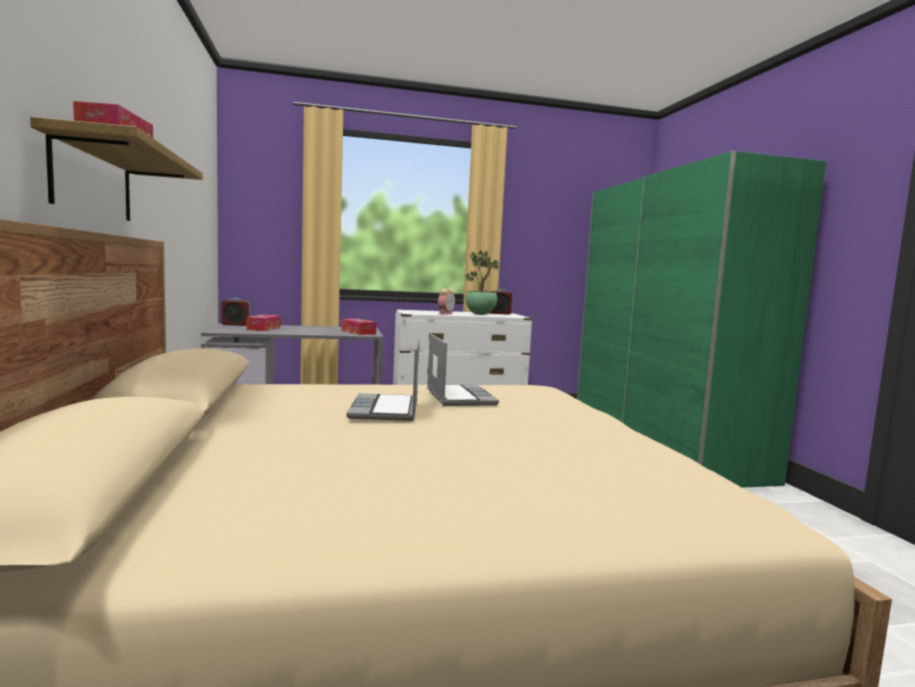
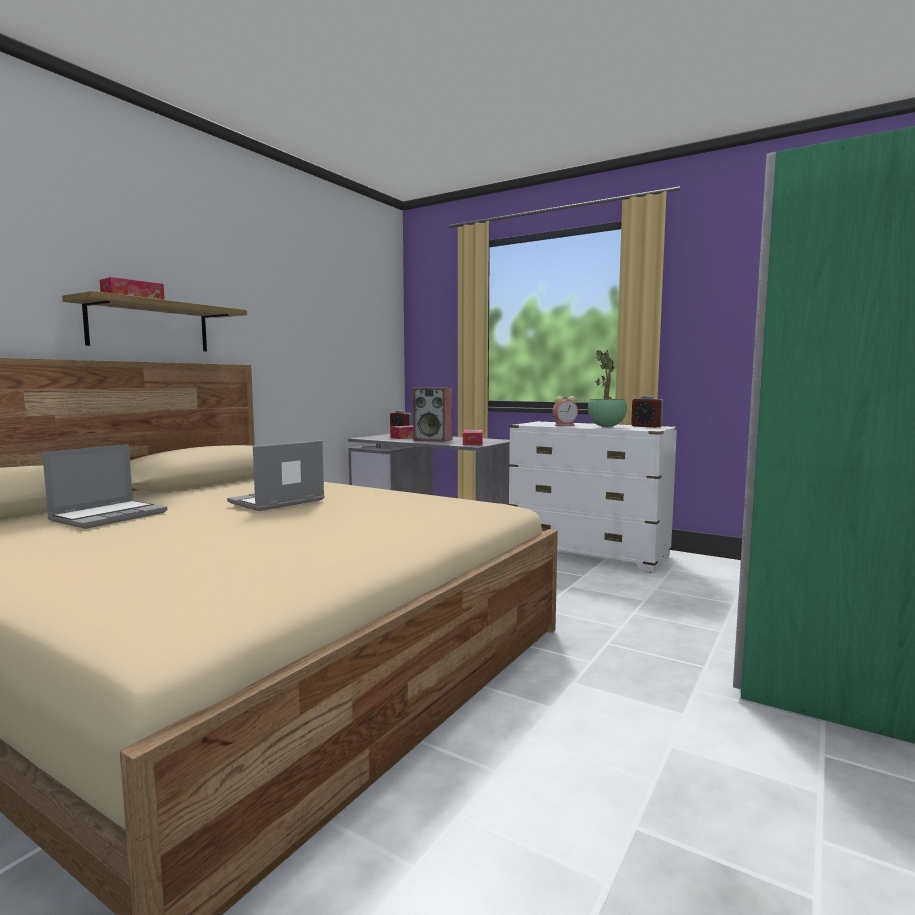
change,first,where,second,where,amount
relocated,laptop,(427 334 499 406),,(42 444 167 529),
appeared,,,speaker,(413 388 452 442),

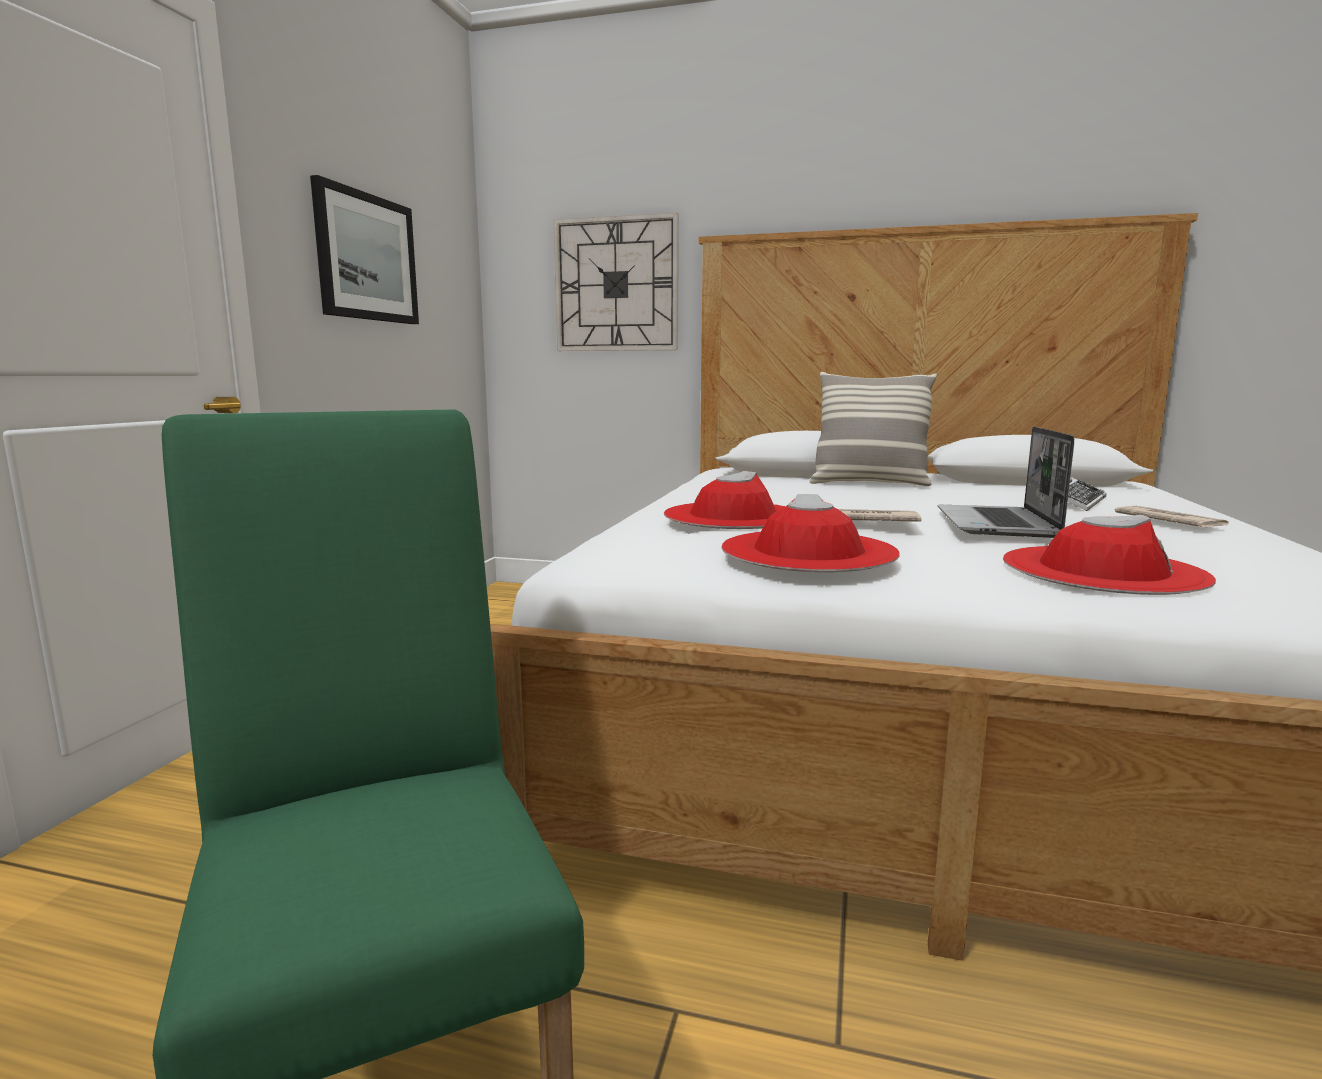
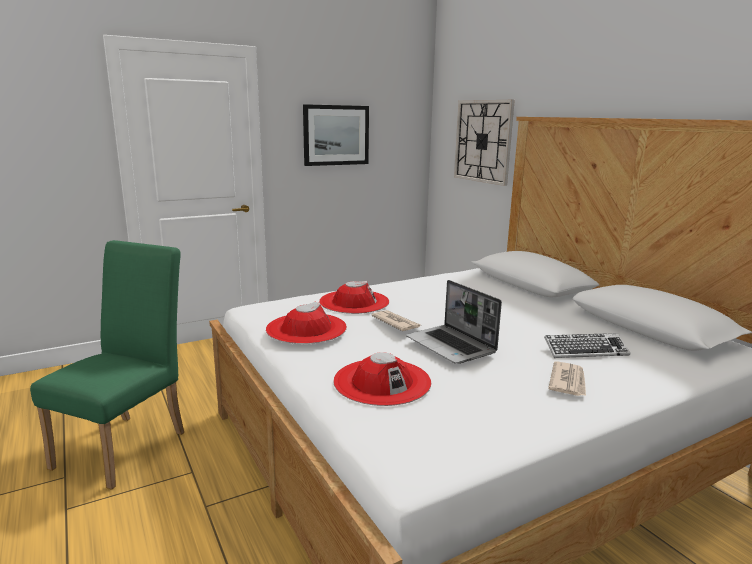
change,first,where,second,where,amount
spun,laptop,(938 426 1074 538),,(406 280 502 364),90 degrees counterclockwise
missing,throw pillow,(809 372 937 486),,,

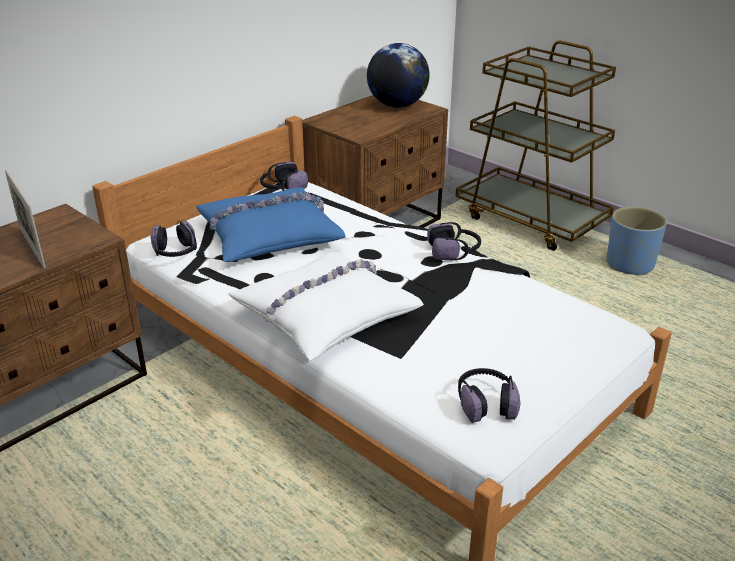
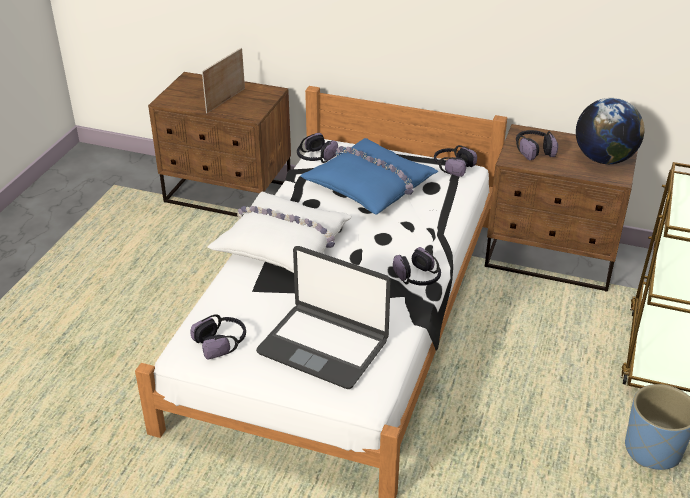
change,first,where,second,where,amount
appeared,,,laptop,(256 246 391 389),
appeared,,,pair of headphones,(516 130 558 161),

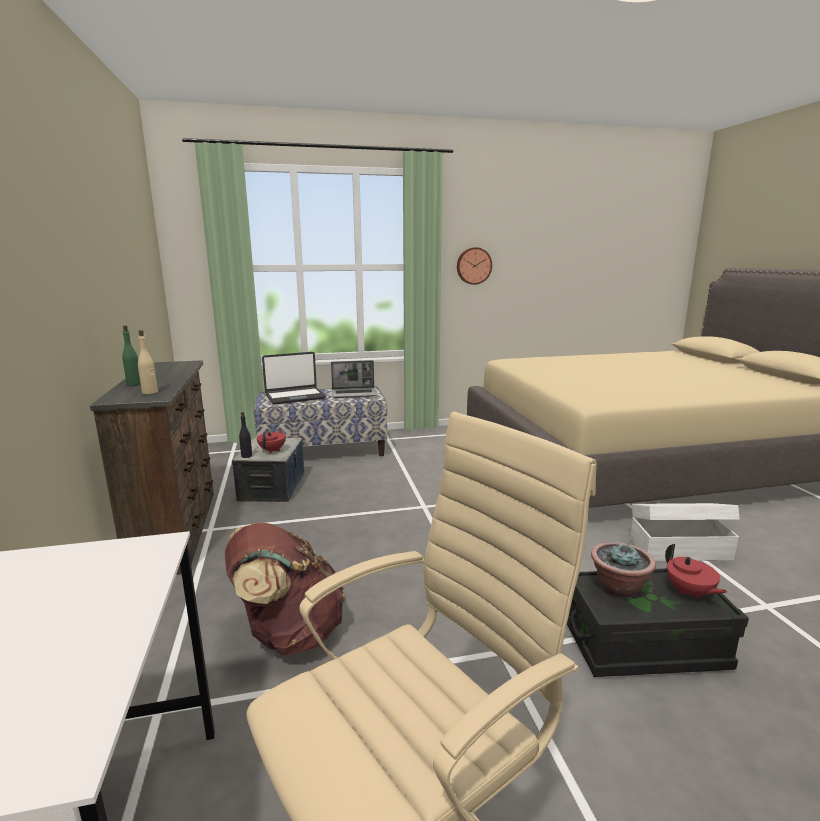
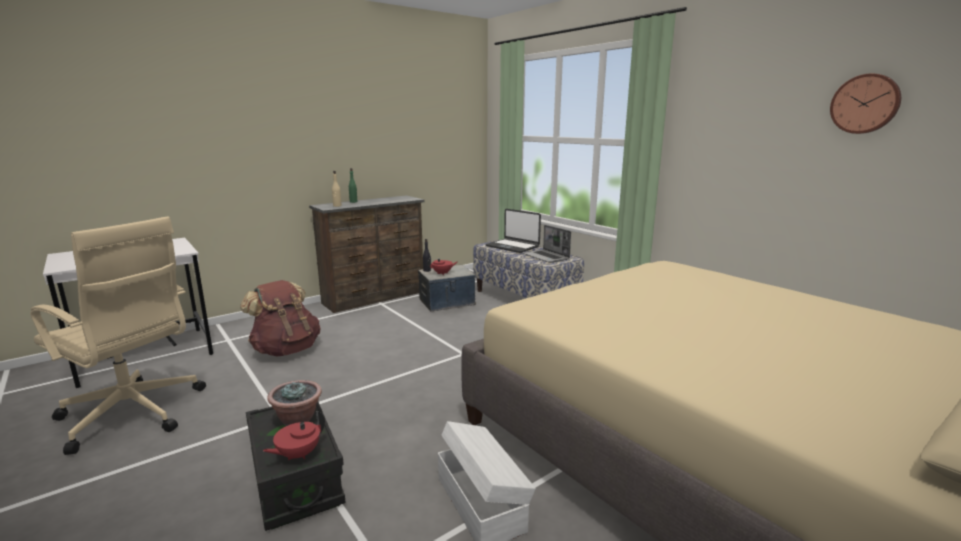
change,first,where,second,where,amount
relocated,wall clock,(457 247 492 285),,(830 74 901 134),

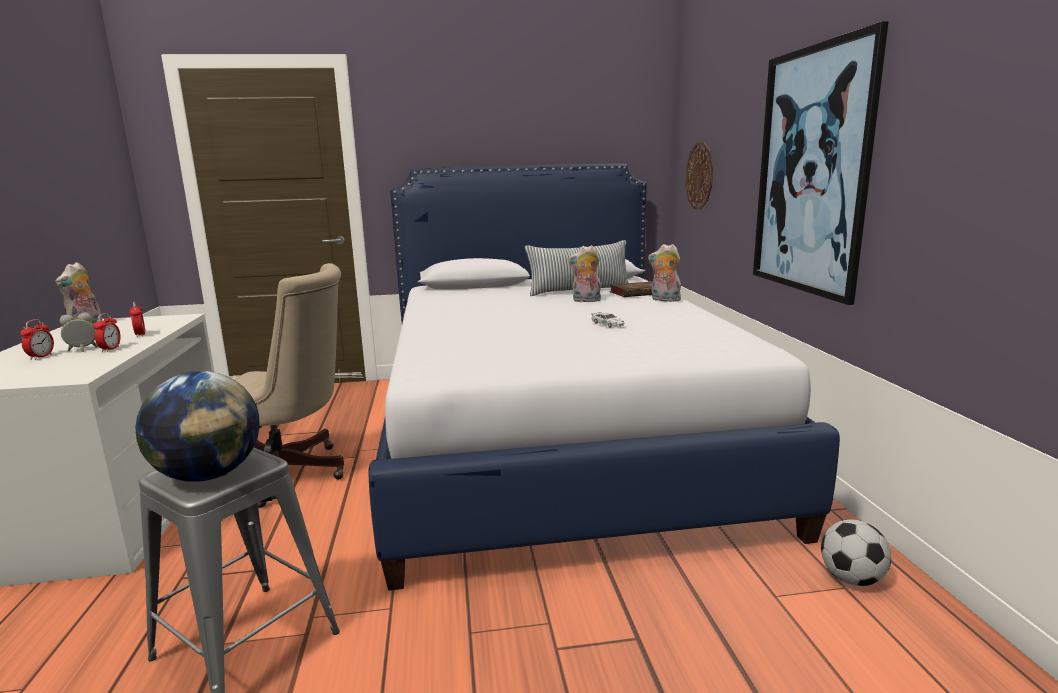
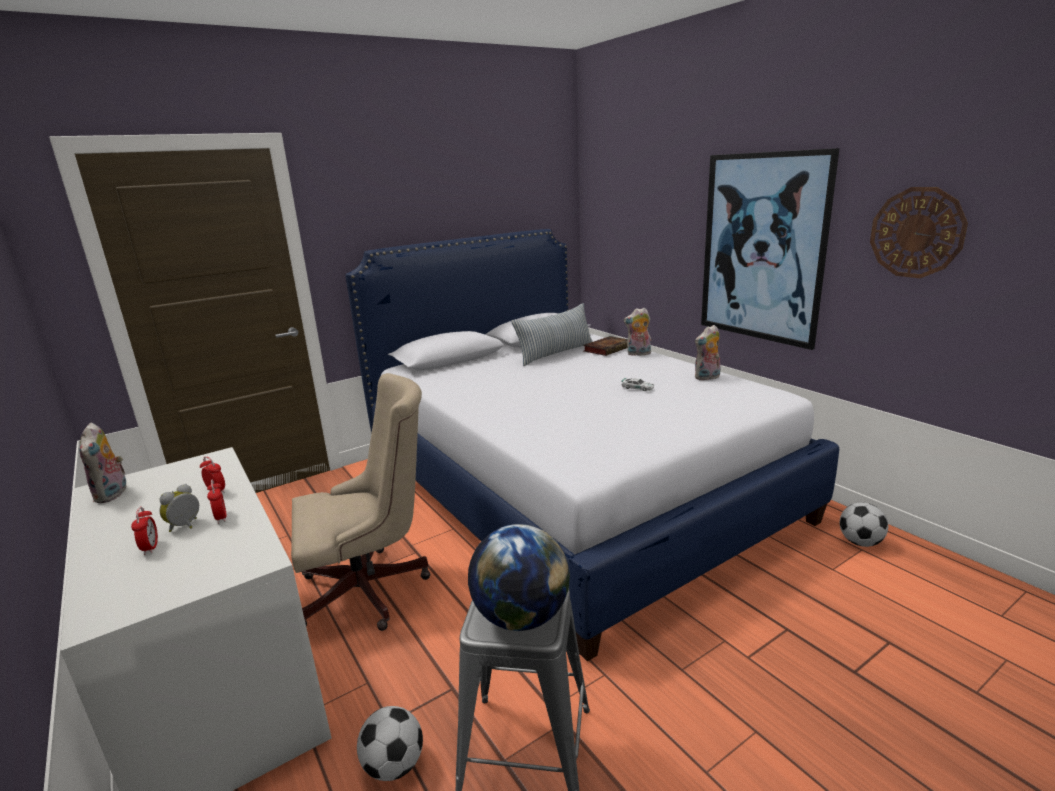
change,first,where,second,where,amount
appeared,,,football,(357 706 423 781),
relocated,soft toy,(568 245 601 302),,(695 325 721 381),
relocated,wall clock,(685 142 713 210),,(870 187 968 278),

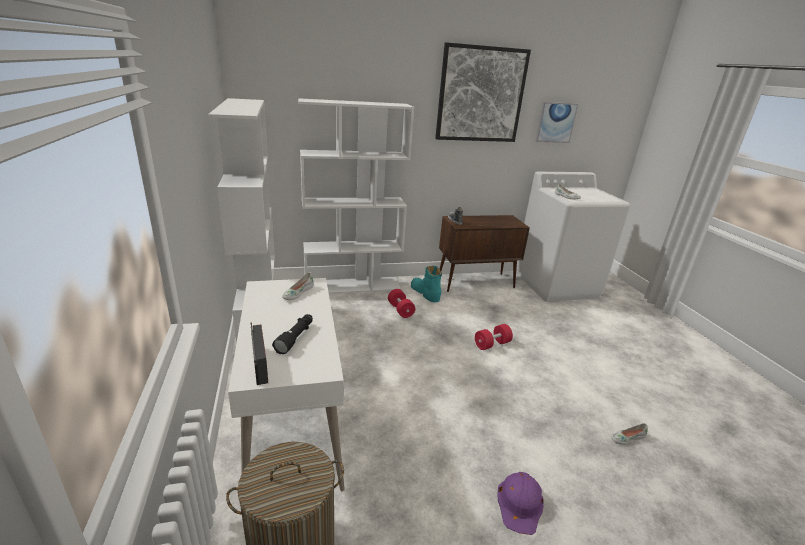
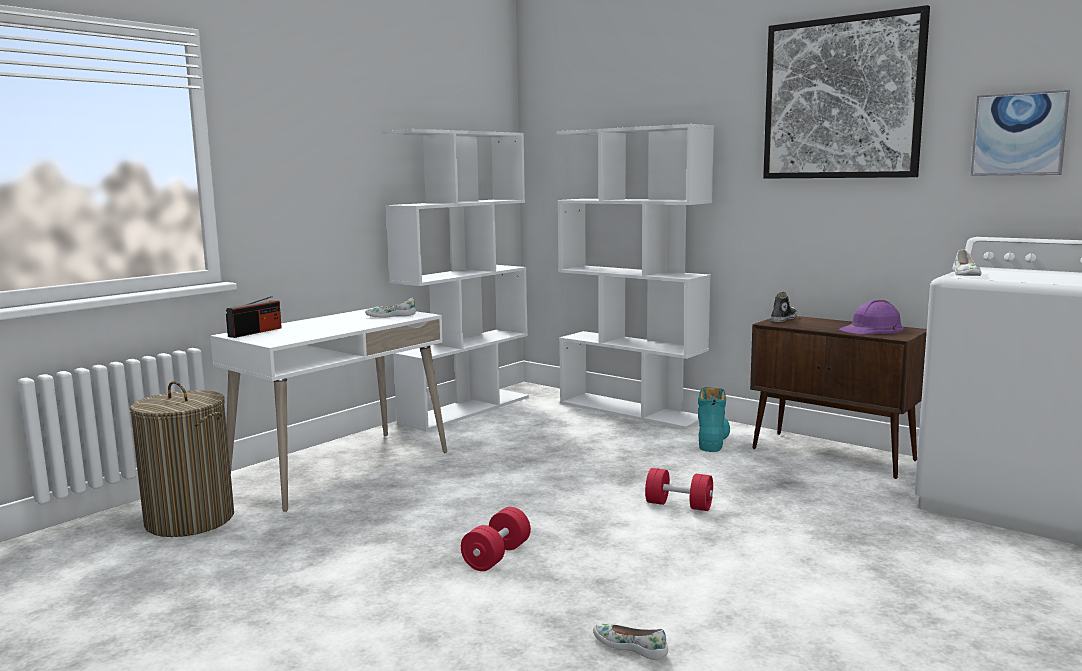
change,first,where,second,where,amount
relocated,reddish hand weight,(388 289 415 318),,(461 507 531 571),
relocated,purple-coloured safety helmet,(497 472 544 535),,(839 299 904 335),
missing,black flashlight,(272 314 313 354),,,

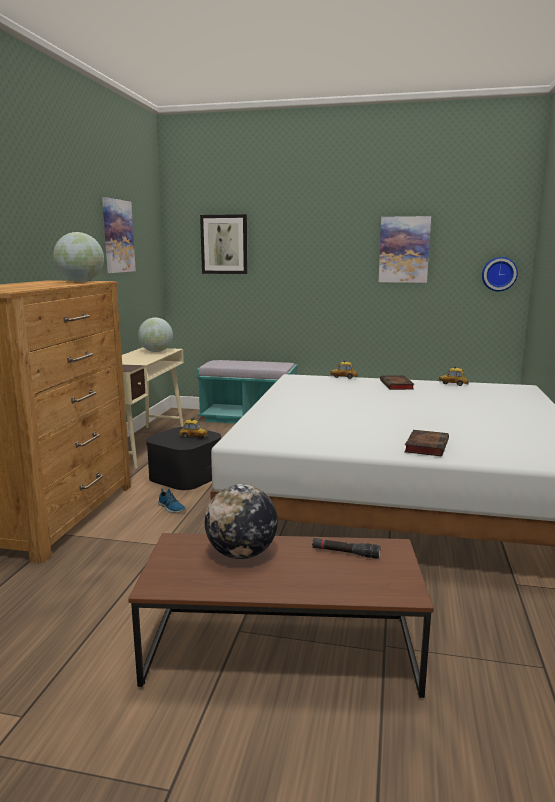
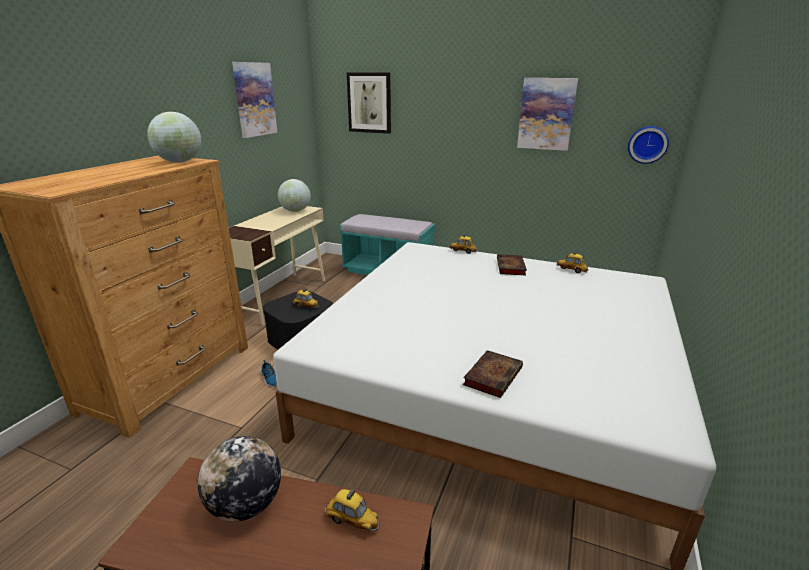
change,first,where,second,where,amount
exchanged,black flashlight,(312 538 381 559),toy car,(325 489 380 532),

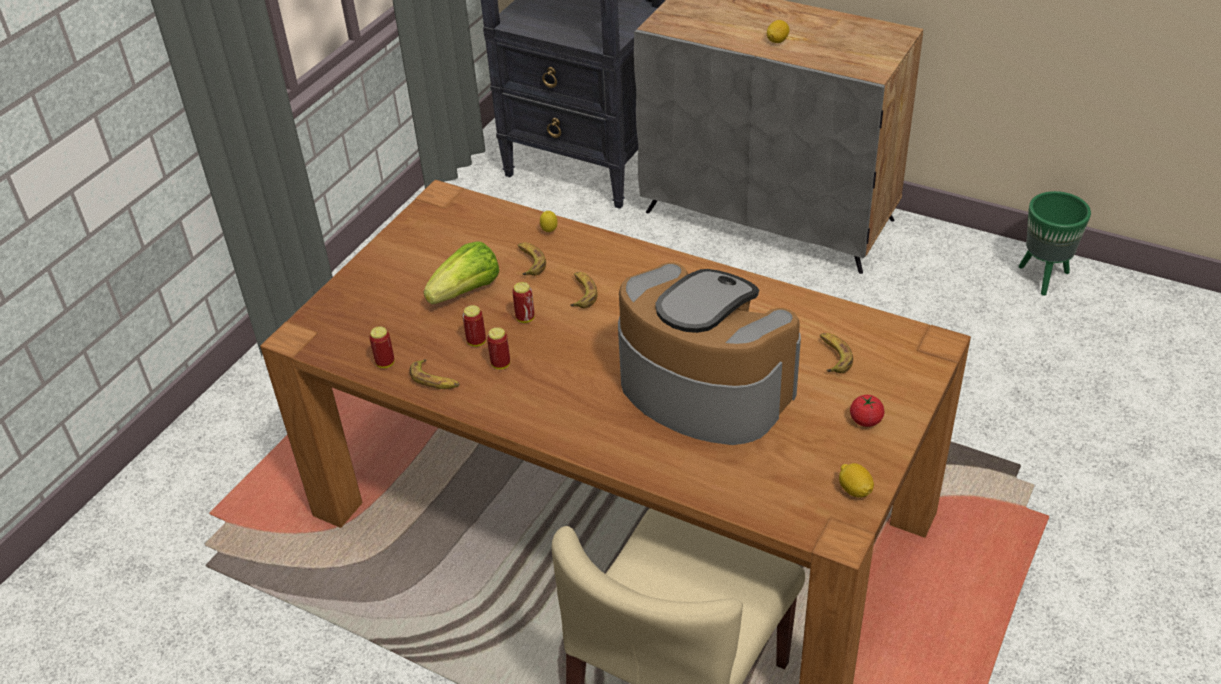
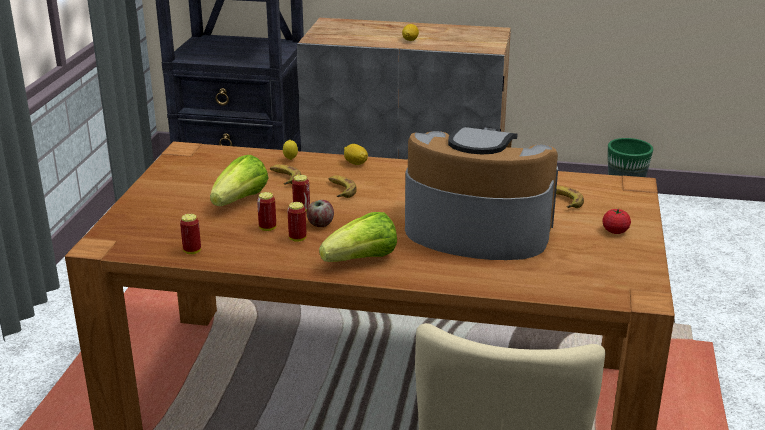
change,first,where,second,where,amount
appeared,,,whole apple,(306 200 334 227),
appeared,,,head of lettuce,(319 212 397 262),
relocated,whole lemon,(839 463 874 497),,(344 144 368 165),
missing,banana,(410 359 459 389),,,

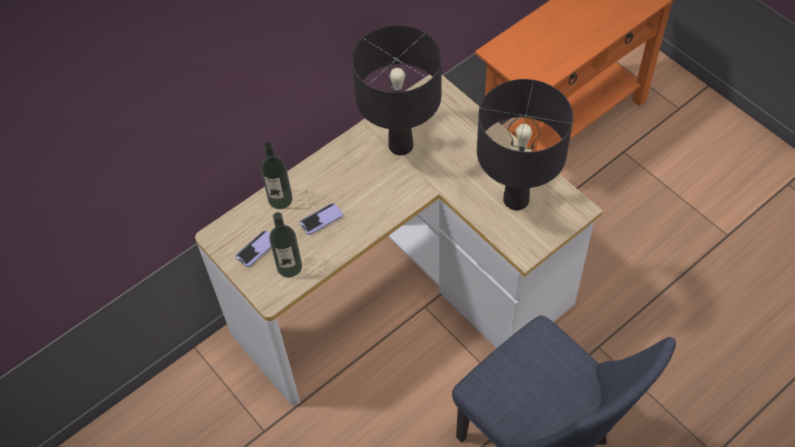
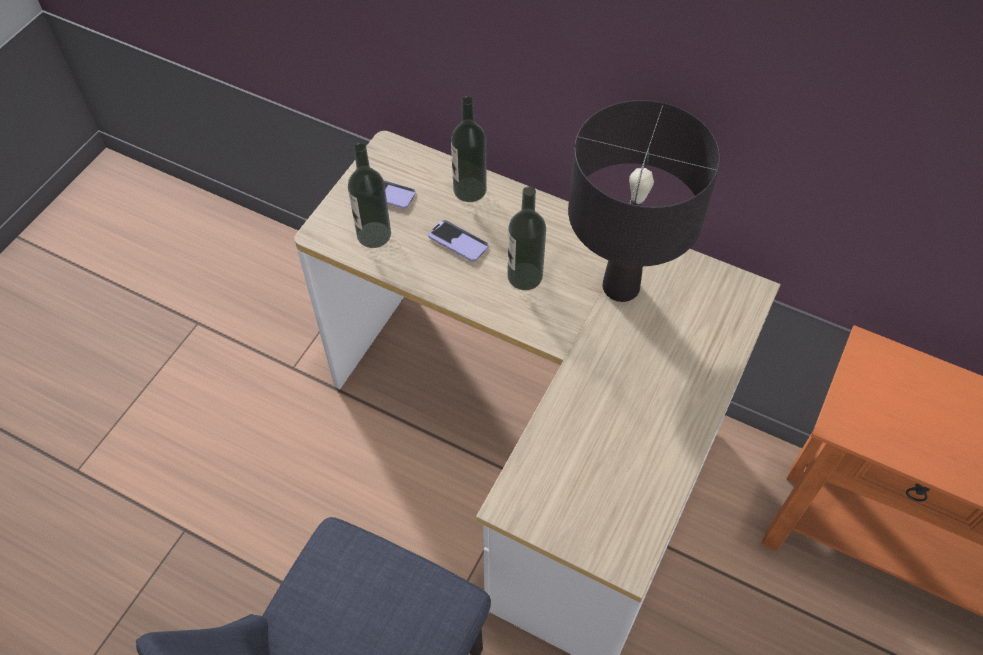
change,first,where,second,where,amount
appeared,,,drink bottle,(507 186 546 290),
missing,black lamp for a table,(477 79 573 210),,,

